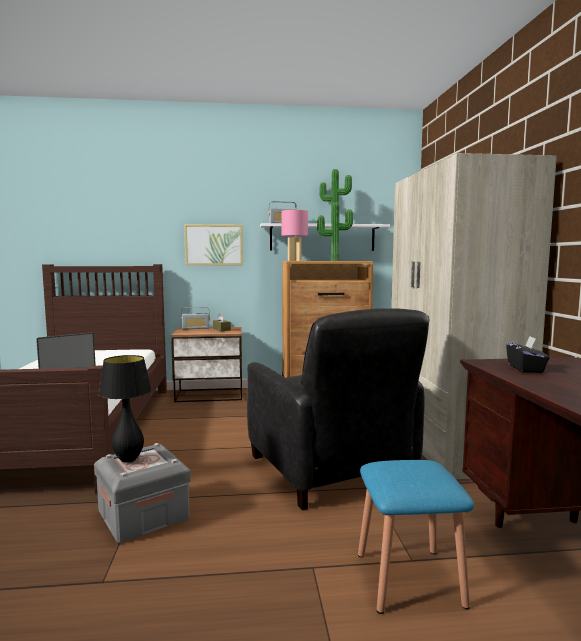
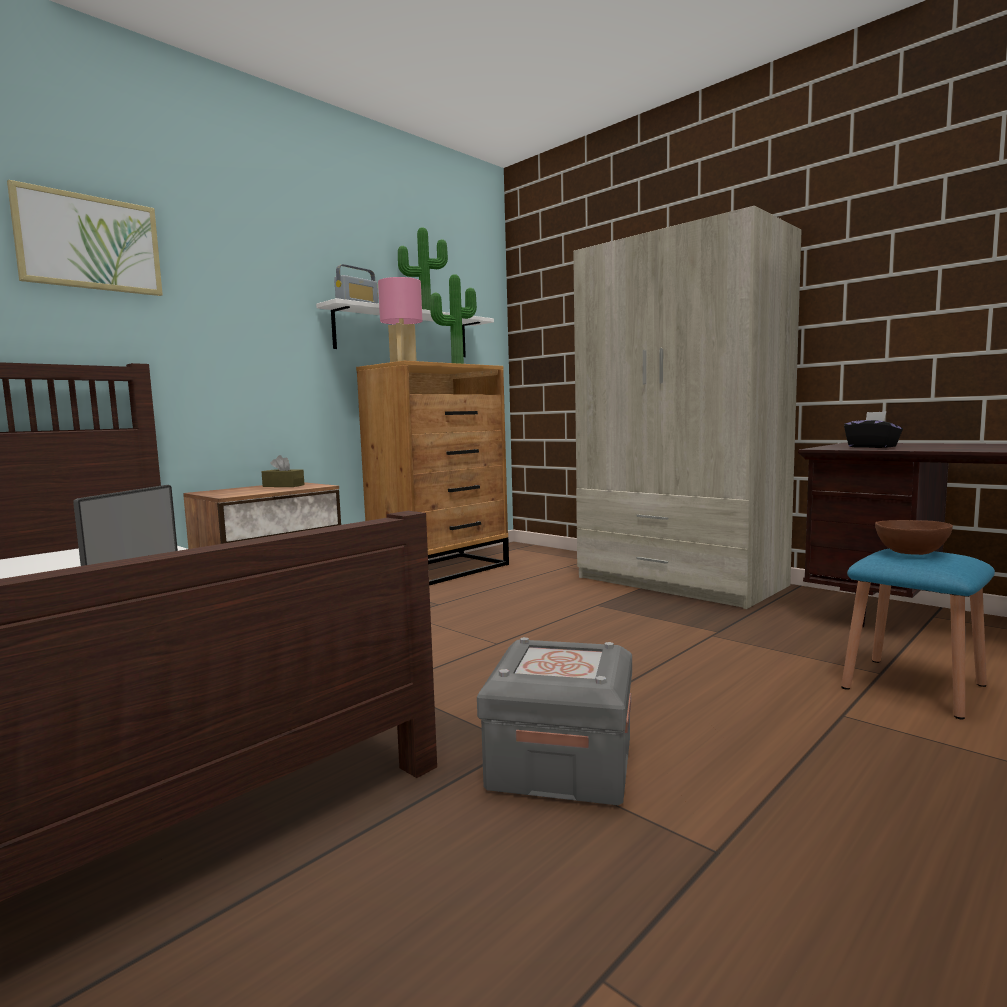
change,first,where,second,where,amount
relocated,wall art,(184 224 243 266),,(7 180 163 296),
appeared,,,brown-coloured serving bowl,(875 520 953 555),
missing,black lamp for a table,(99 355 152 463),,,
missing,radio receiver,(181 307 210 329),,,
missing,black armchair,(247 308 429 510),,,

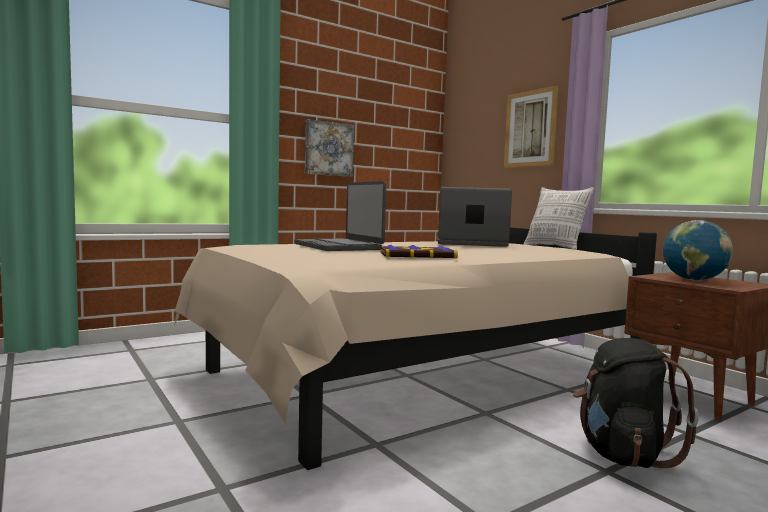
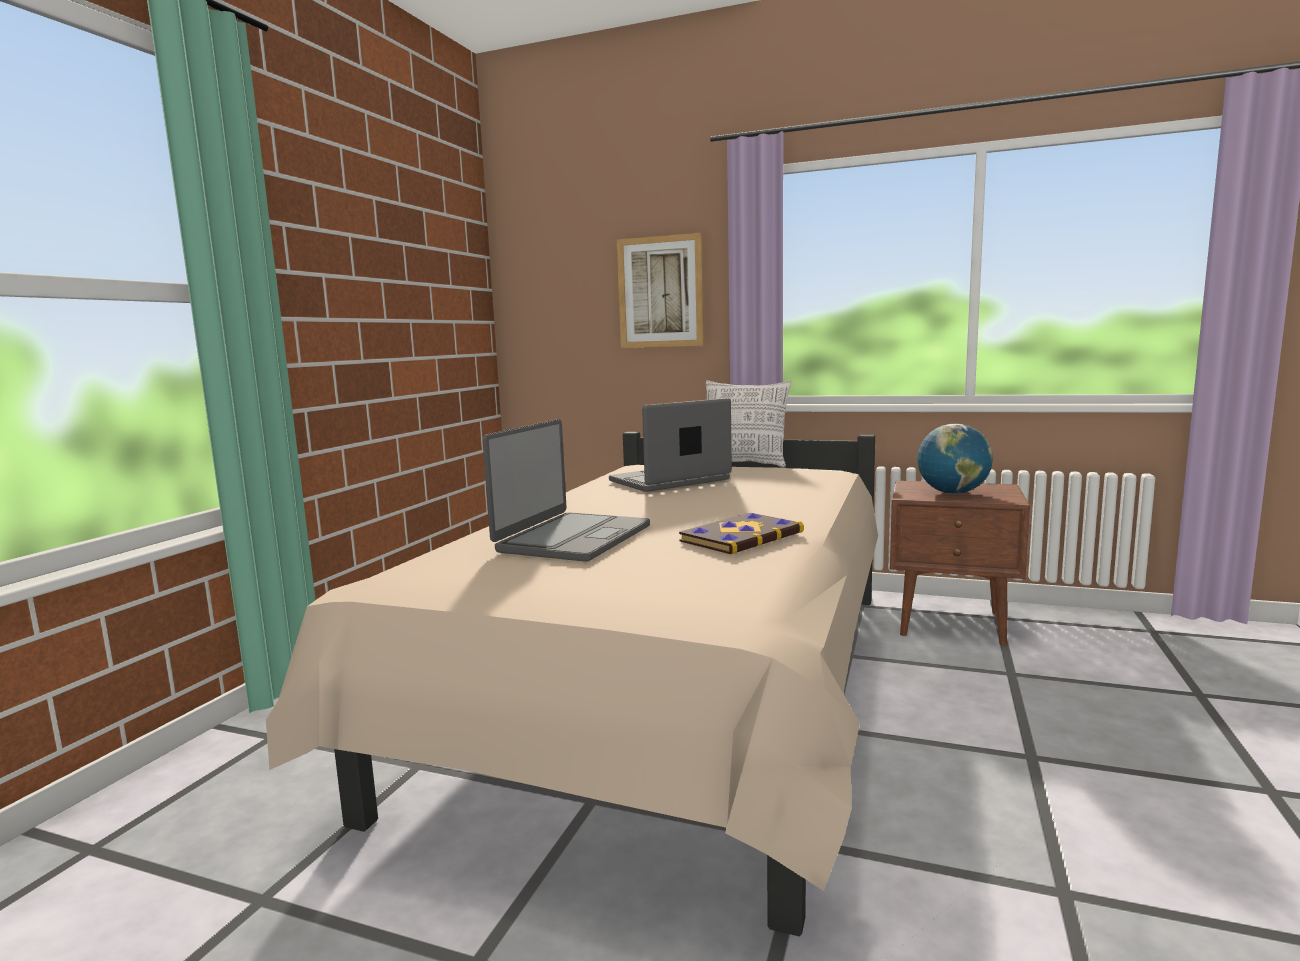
change,first,where,second,where,amount
spun,laptop,(294 181 386 251),,(483 419 650 562),90 degrees counterclockwise
missing,wall art,(305 119 354 177),,,
missing,black backpack,(573 338 699 468),,,

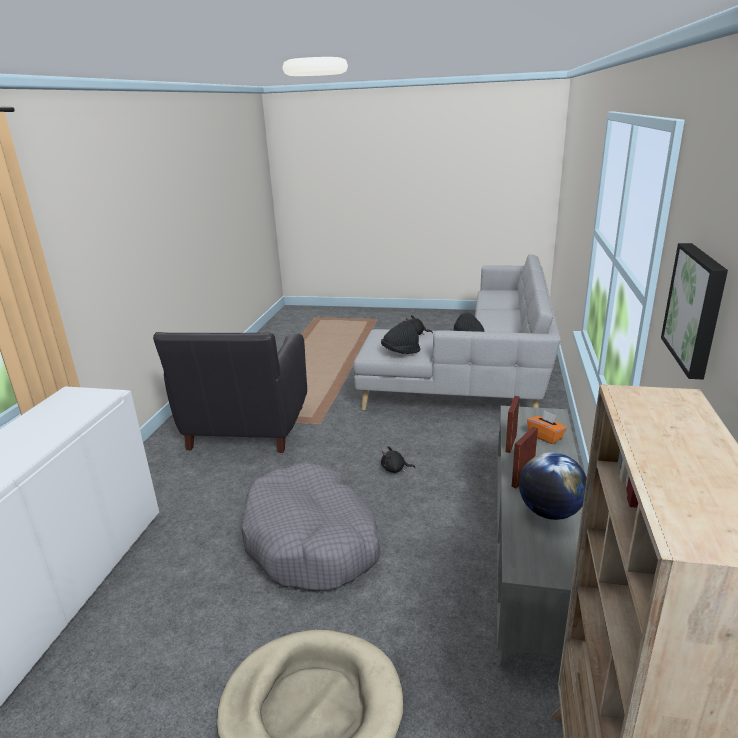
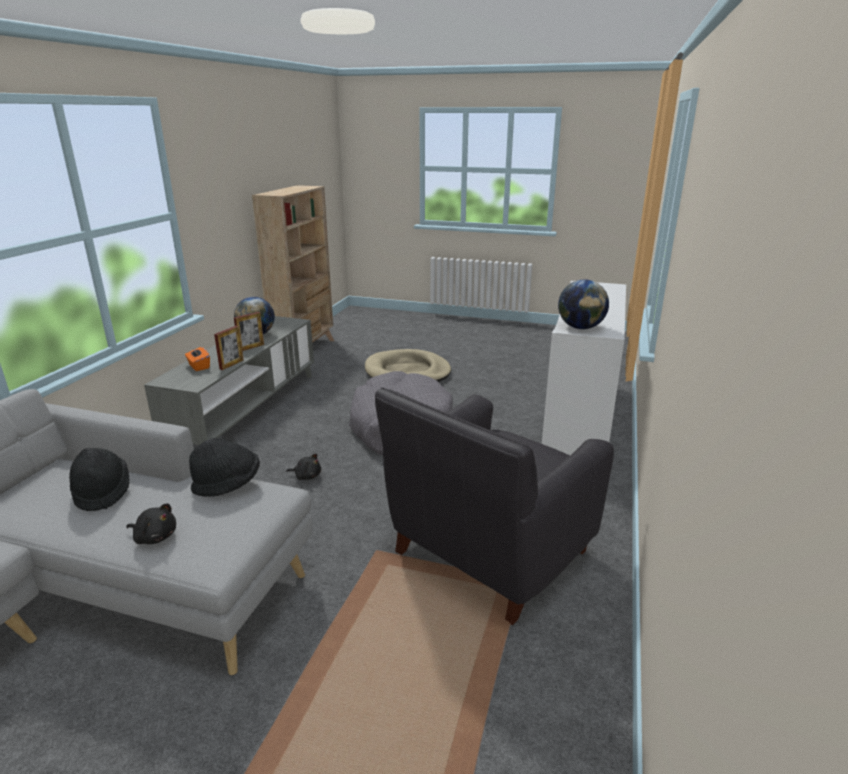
change,first,where,second,where,amount
spun,black armchair,(153 332 307 453),,(375 387 614 625),150 degrees counterclockwise
appeared,,,globe,(558 279 609 329),
missing,wall art,(661 243 728 380),,,

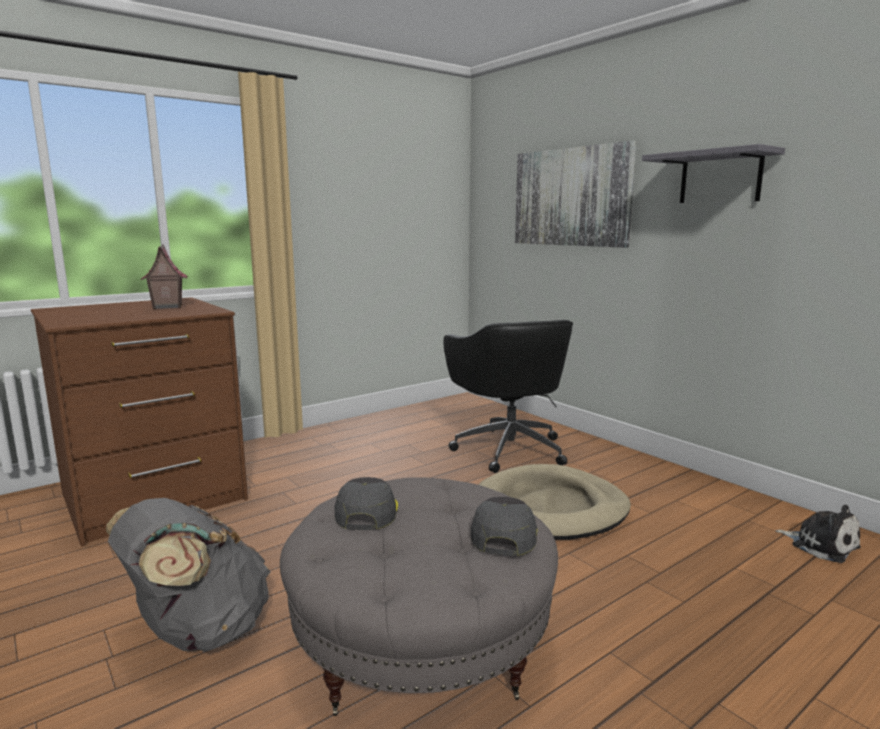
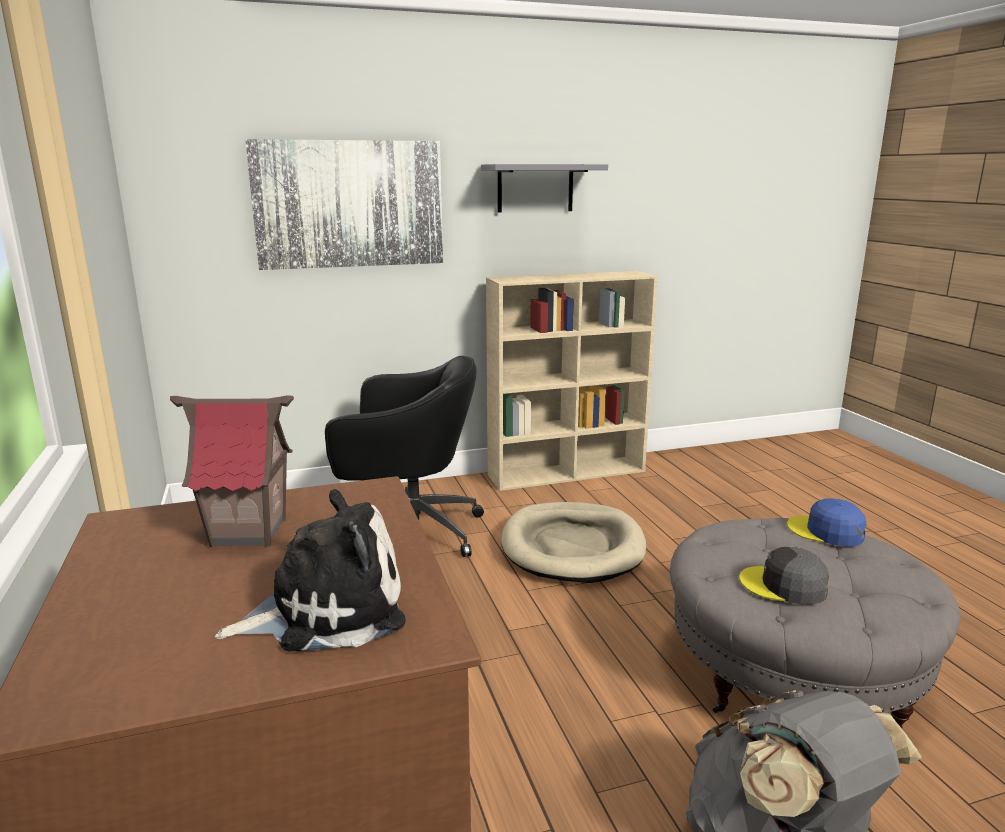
change,first,where,second,where,amount
relocated,soft toy,(775 505 861 563),,(215 489 406 652),
appeared,,,sand-coloured shelving unit,(486 271 658 491),
colour,grey baseball cap,(471 497 537 556),bluish baseball cap,(787 498 867 546),

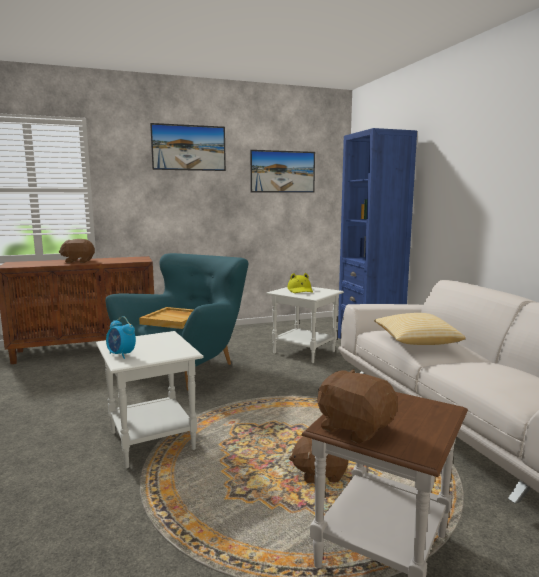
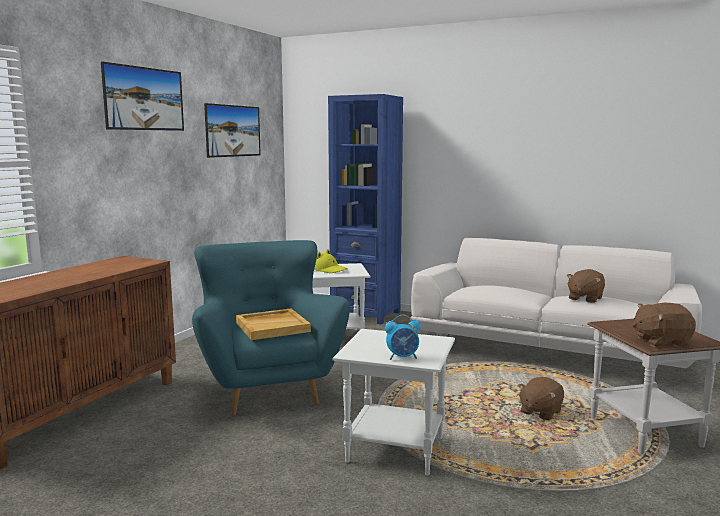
change,first,where,second,where,amount
relocated,brown-coloured soft toy,(59 239 95 263),,(567 269 605 303),
missing,throw pillow,(374 313 466 345),,,

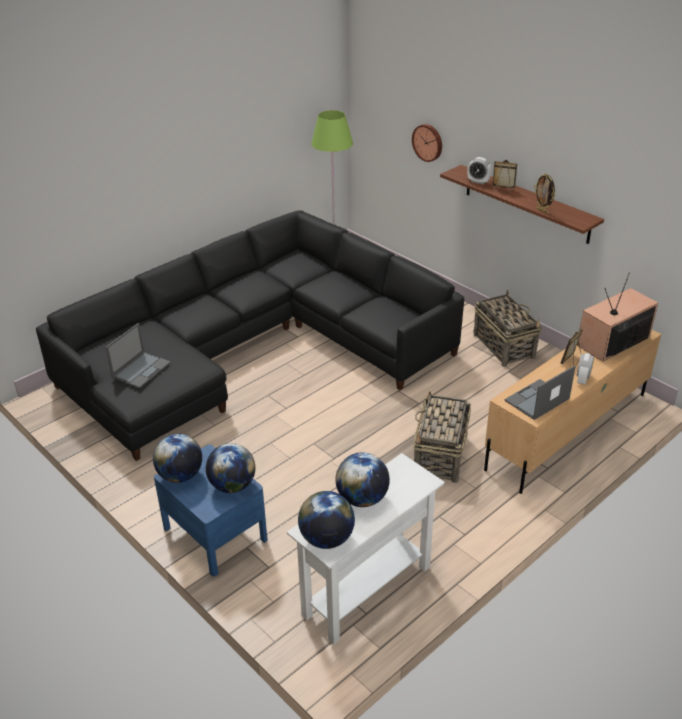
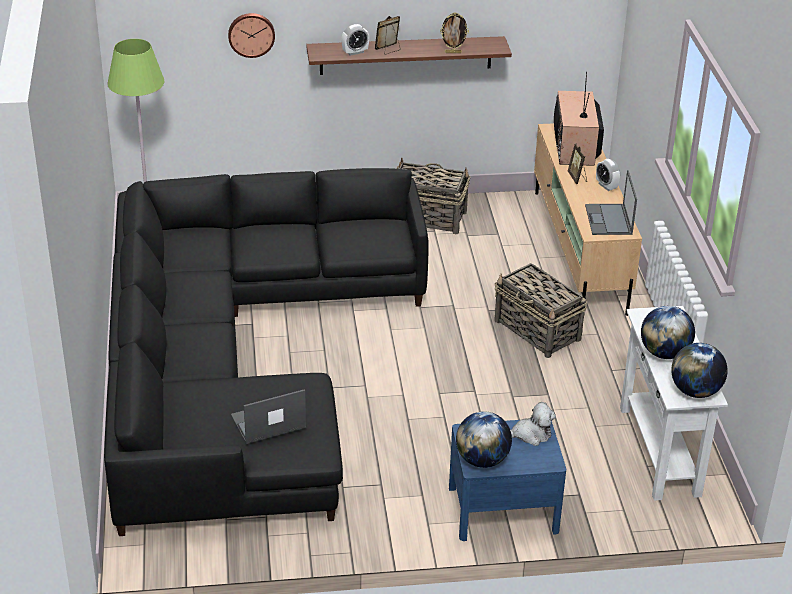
change,first,where,second,where,amount
spun,laptop,(105 323 171 388),,(231 389 306 444),90 degrees counterclockwise
exchanged,globe,(206 443 255 493),soft toy,(510 402 556 446),

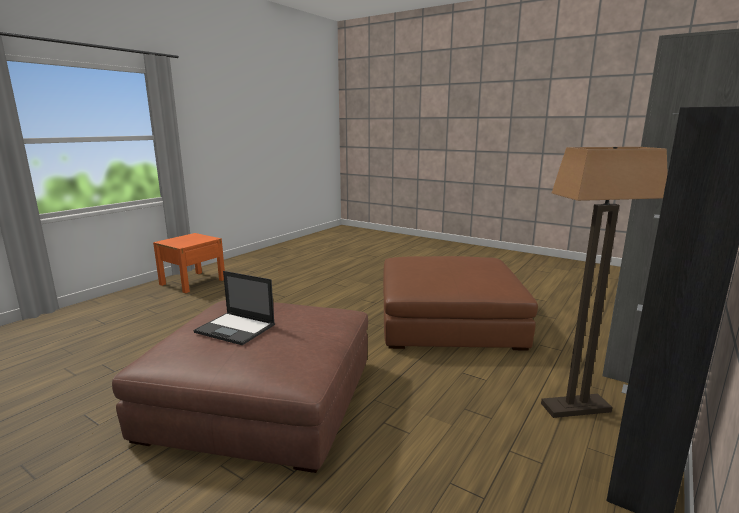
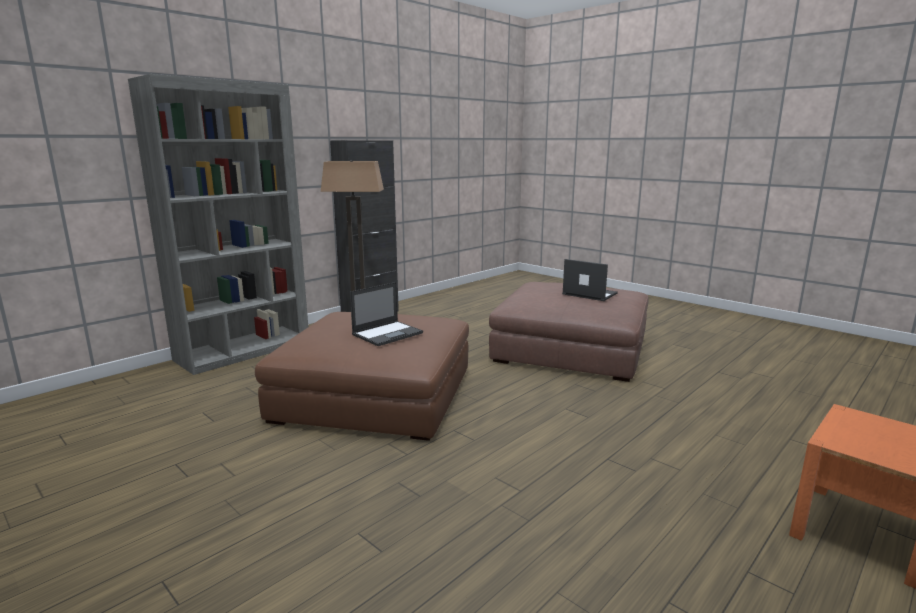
change,first,where,second,where,amount
appeared,,,laptop,(350 282 423 346),

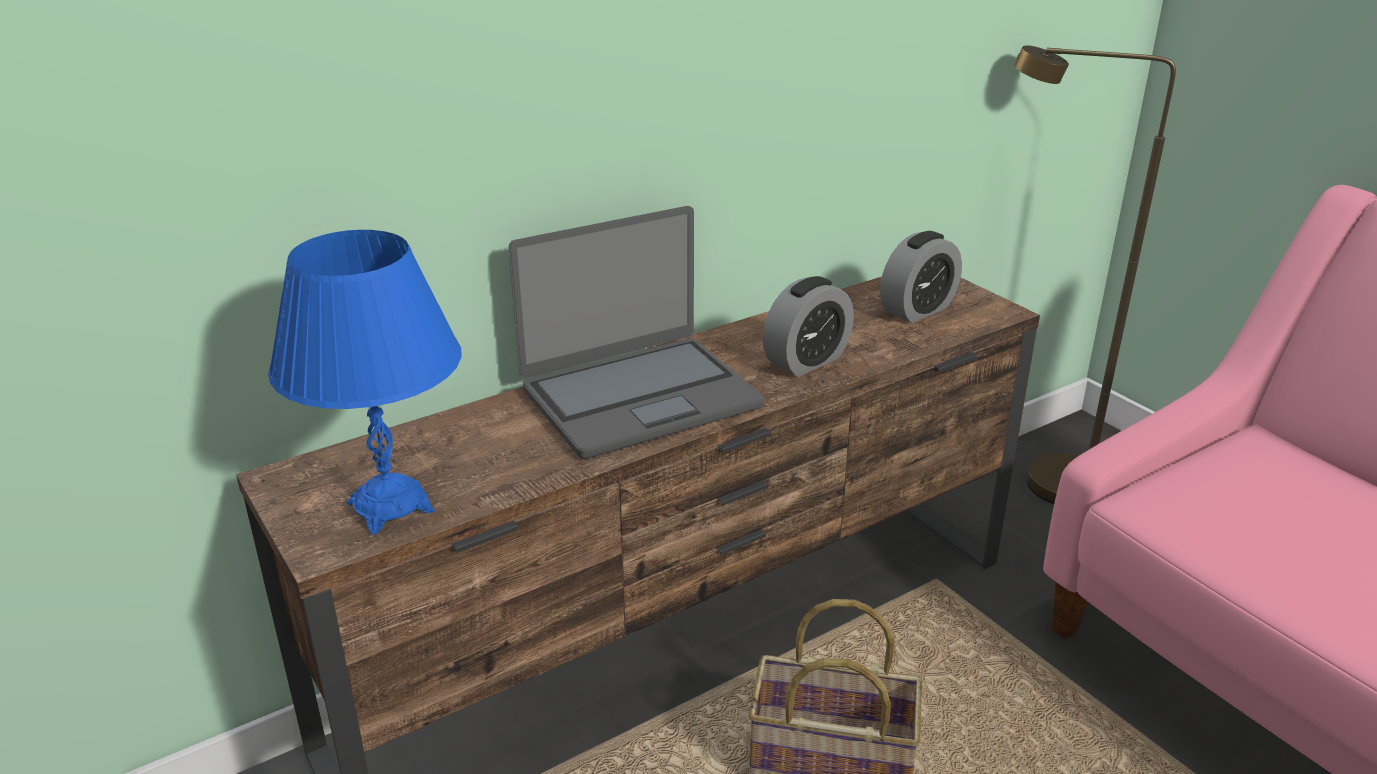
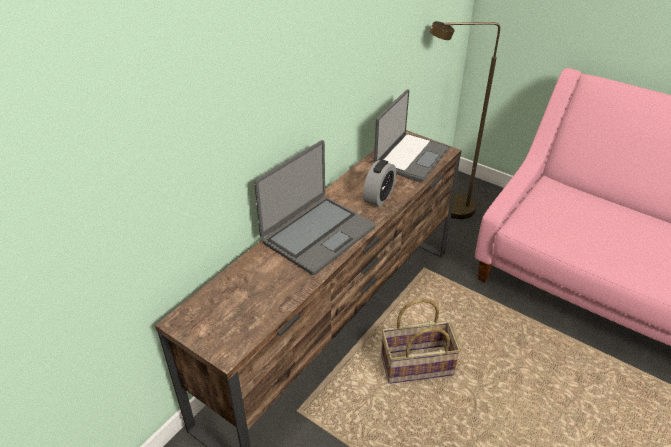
change,first,where,second,where,amount
exchanged,table clock,(880 231 962 323),laptop,(374 89 450 182),
missing,bluish lamp for a table,(268 230 461 535),,,

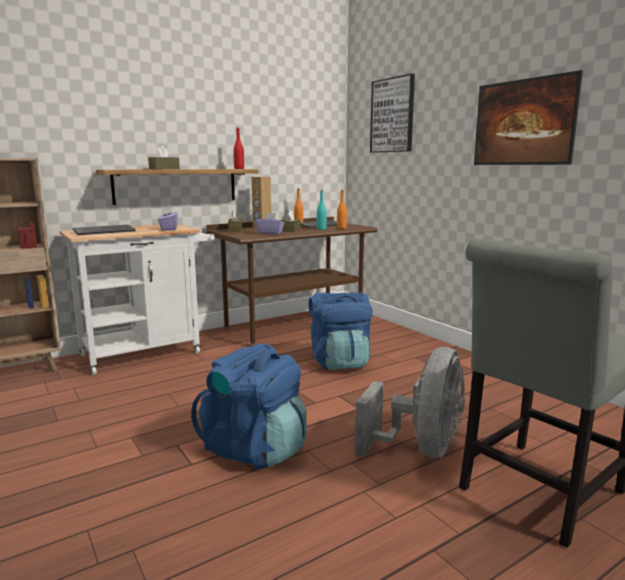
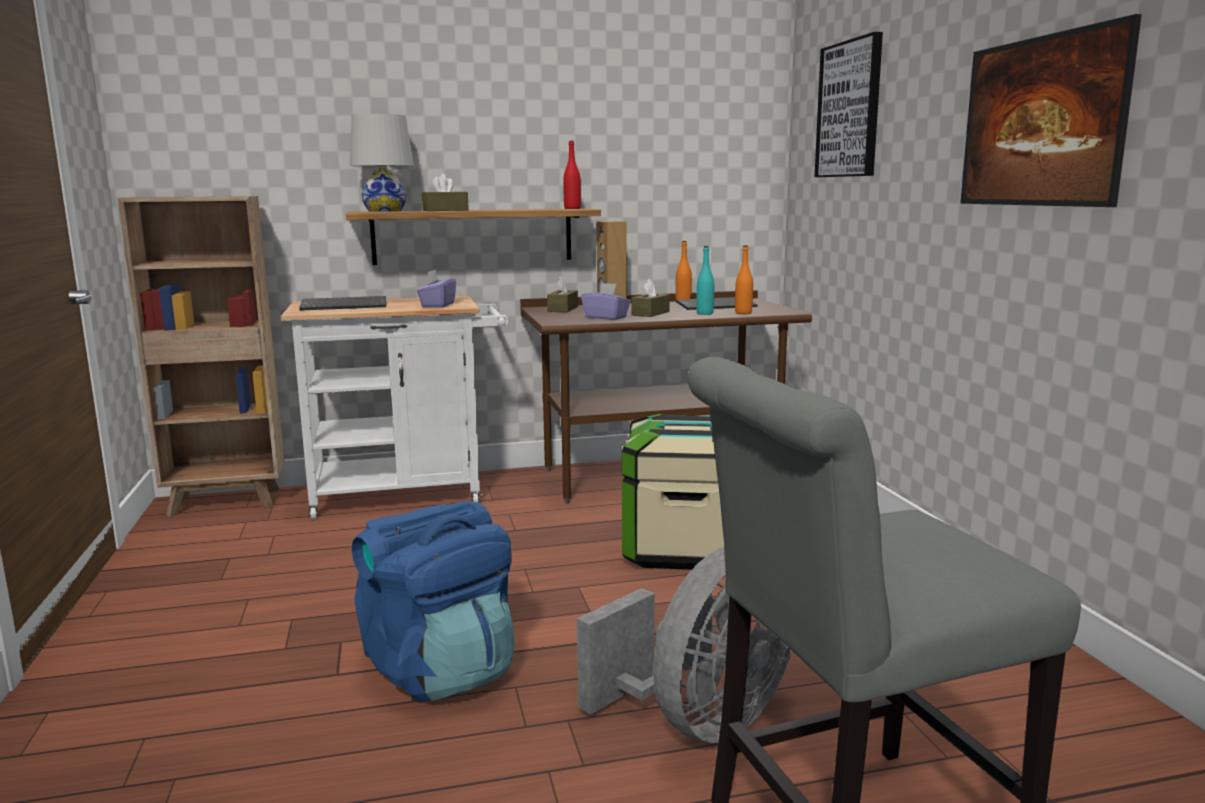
change,first,where,second,where,amount
appeared,,,white lamp for a table,(350 114 414 212),
exchanged,bluish backpack,(309 292 373 370),storage bin,(622 414 724 570),

